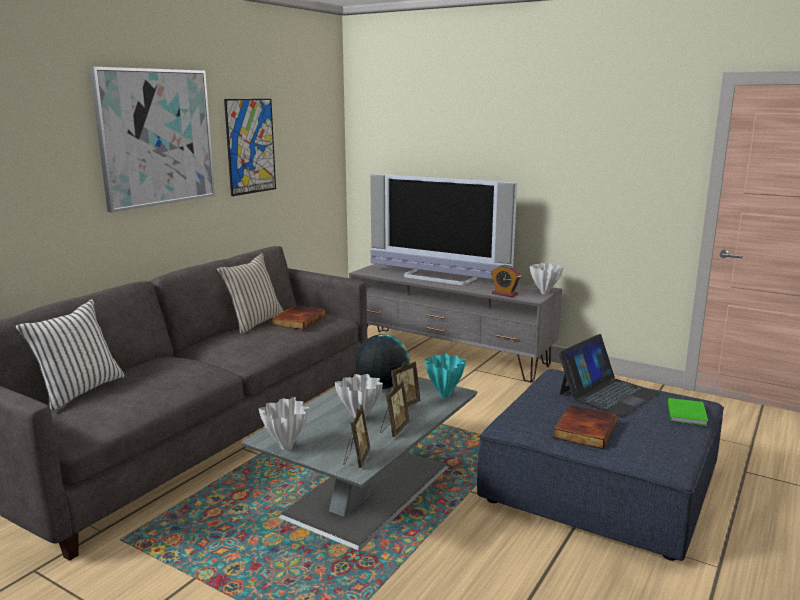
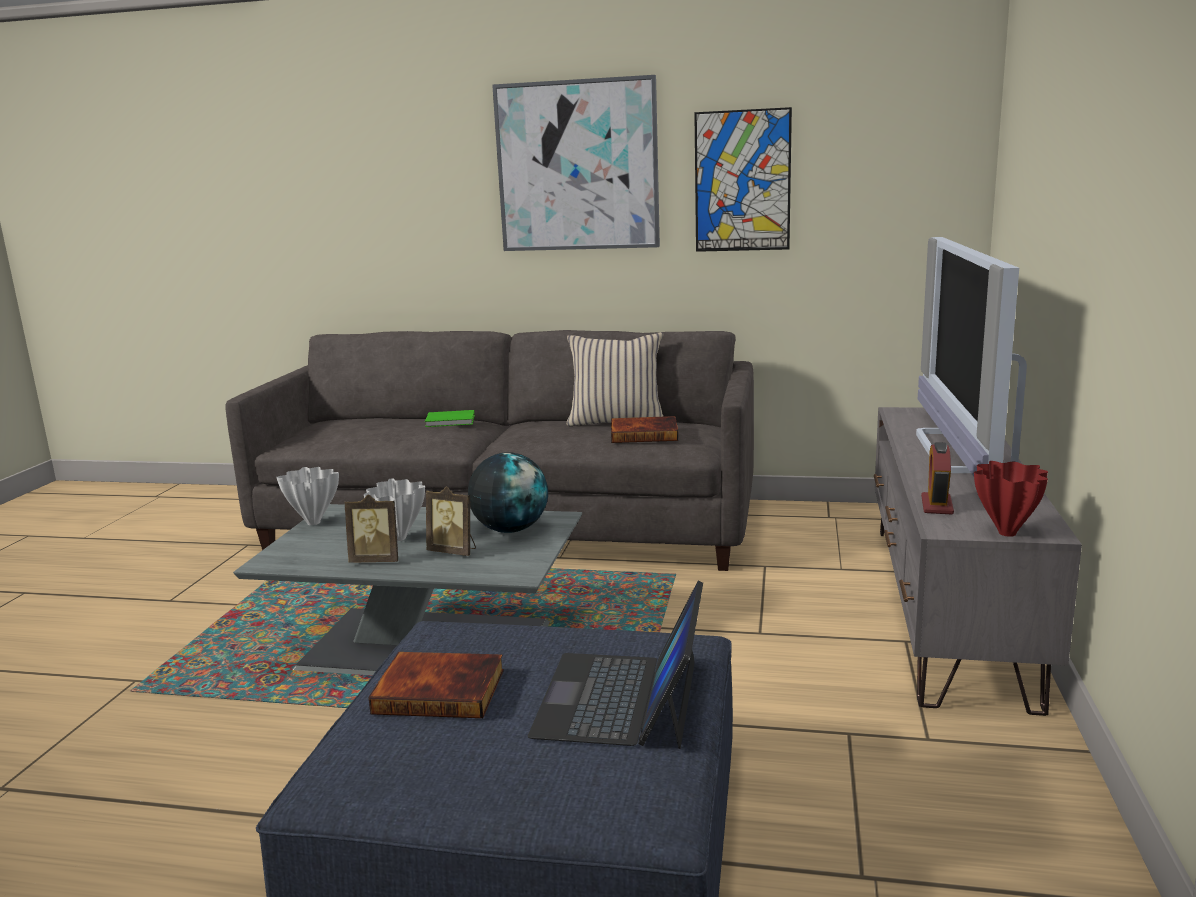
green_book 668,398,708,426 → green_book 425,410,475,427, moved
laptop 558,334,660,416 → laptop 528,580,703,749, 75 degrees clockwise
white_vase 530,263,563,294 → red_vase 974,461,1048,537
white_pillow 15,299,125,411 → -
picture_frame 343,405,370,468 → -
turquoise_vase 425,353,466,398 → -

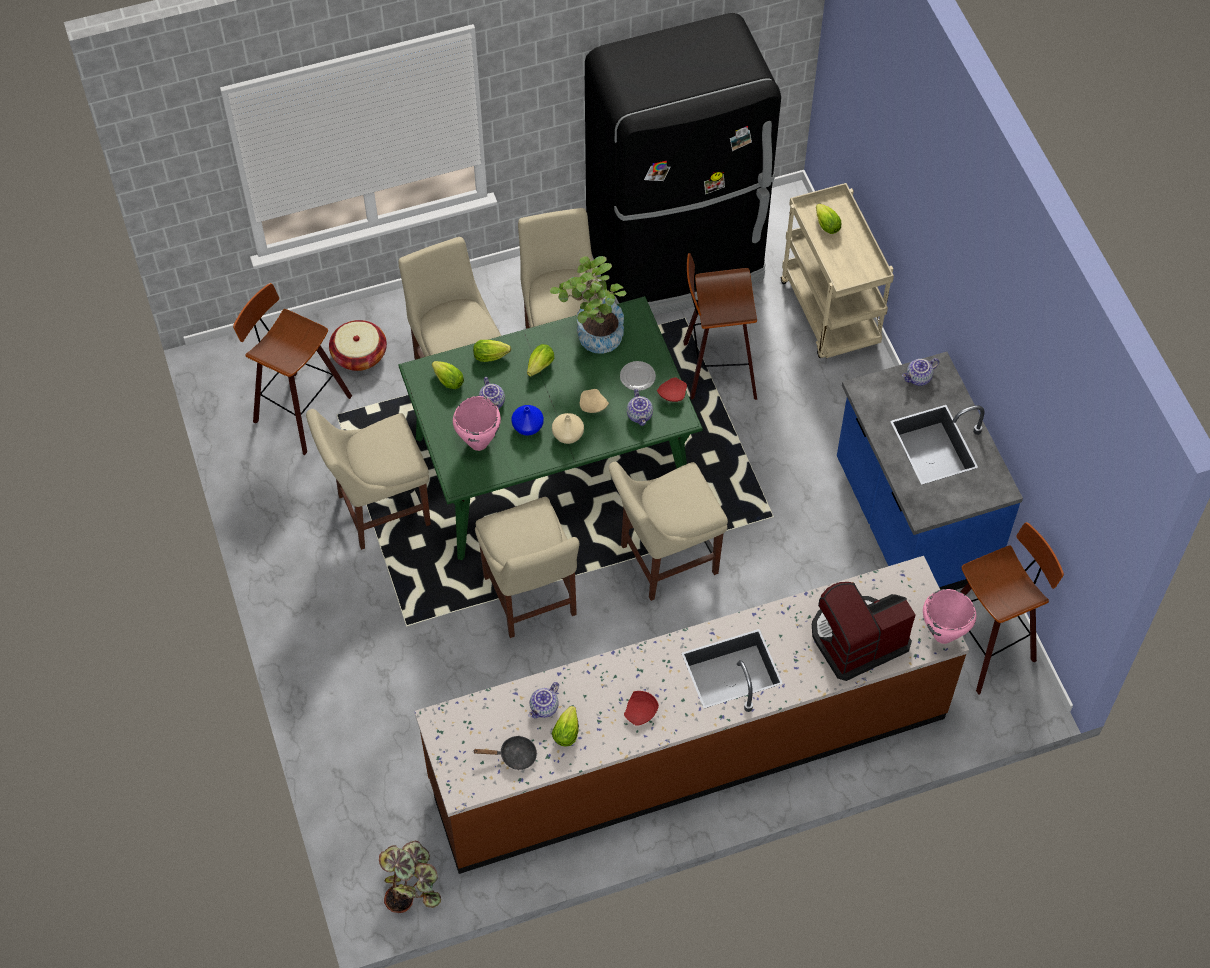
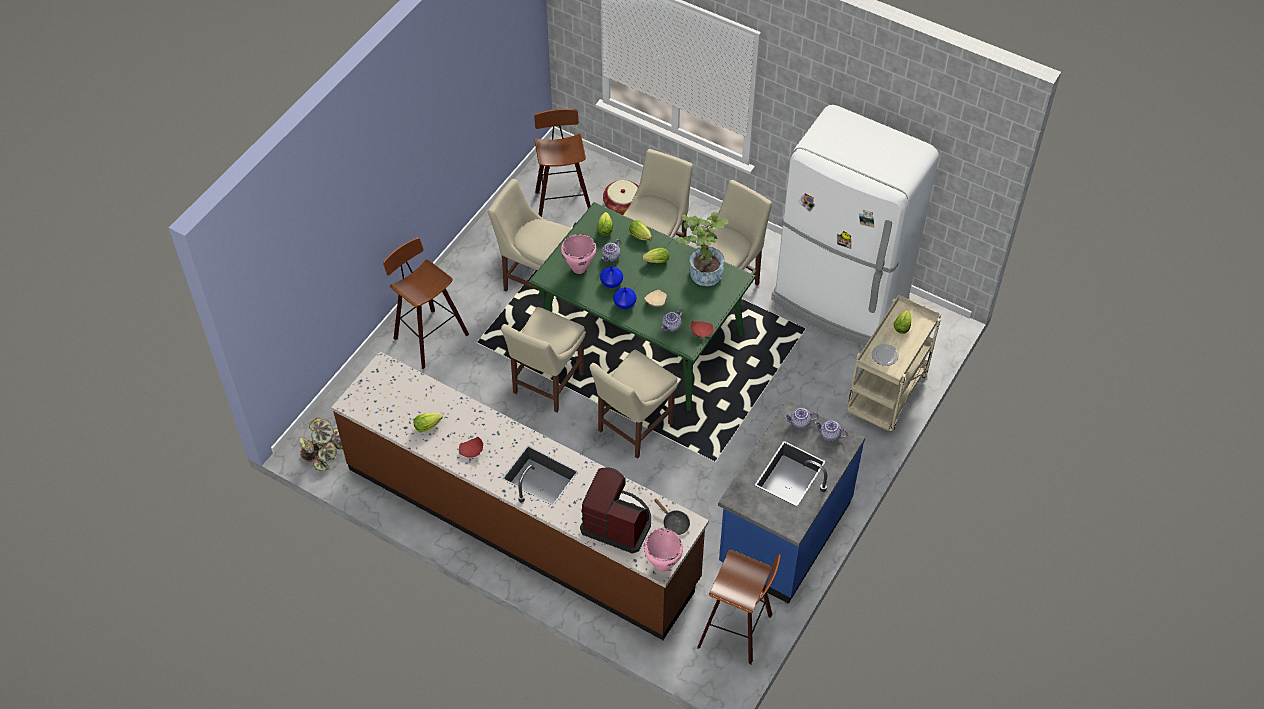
stool 683,253,757,400 → stool 383,238,469,369, moved
beige_chair 609,462,728,601 → beige_chair 589,350,678,459, 75 degrees counterclockwise
beige_vase 552,413,584,444 → blue_vase 613,287,637,309
black_frying_pan 474,735,537,770 → black_frying_pan 654,499,690,535, moved
black_fridge 585,13,781,315 → white_fridge 771,105,939,345
teapot 528,682,559,718 → teapot 784,408,818,429, moved
plate 620,361,656,391 → plate 872,344,899,366, moved

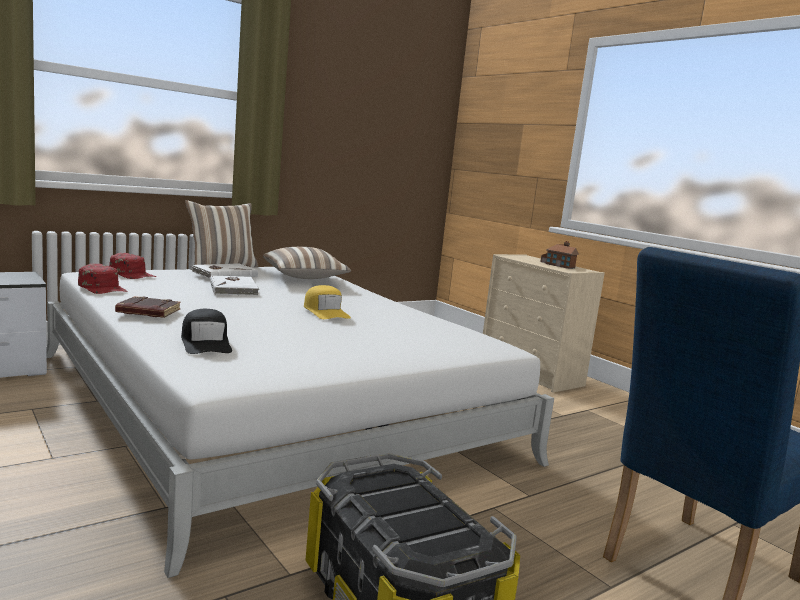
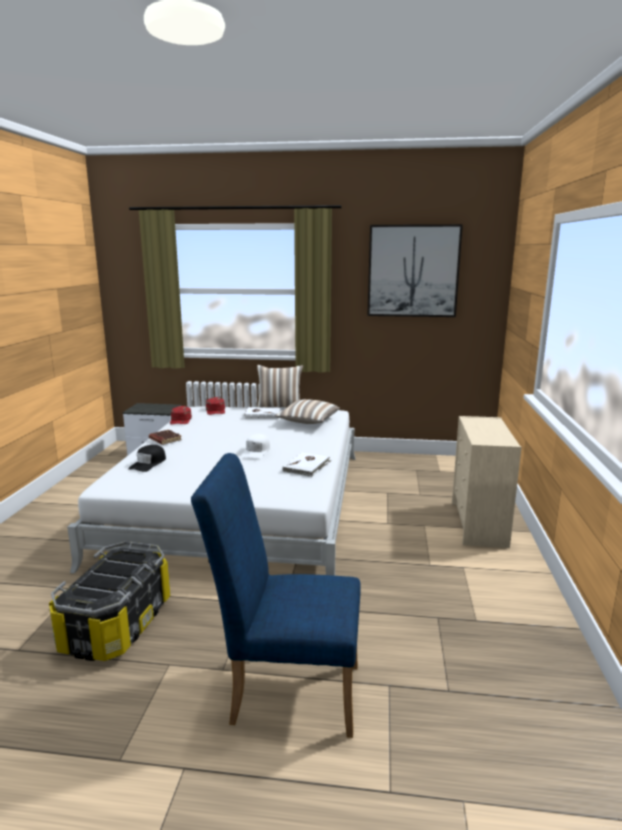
yellow_cap 304,285,351,319 → white_cap 241,434,270,459
white_book 210,275,259,296 → white_book 282,452,332,477, moved
- → picture 367,224,463,317
toy_house 540,241,579,269 → -

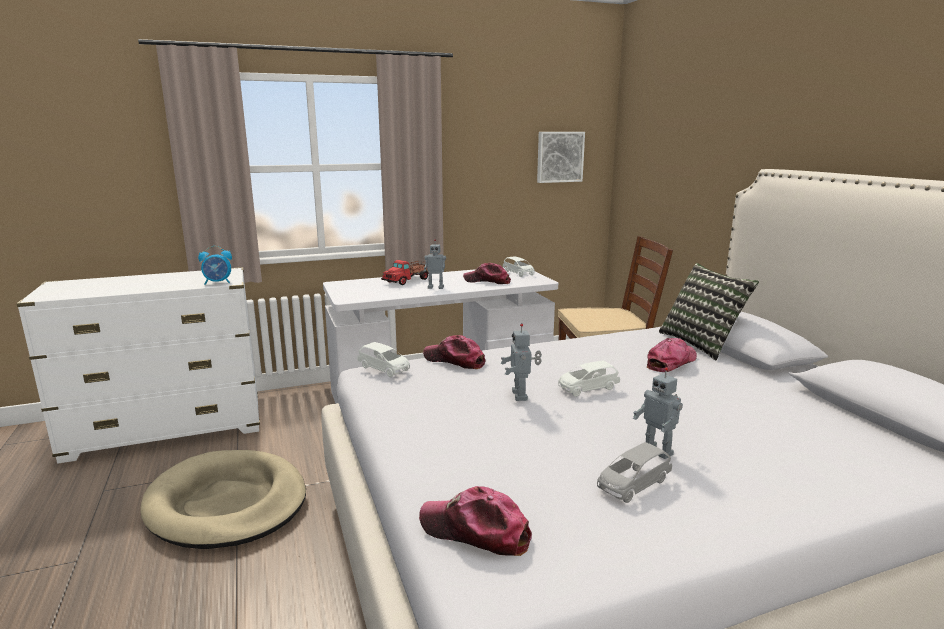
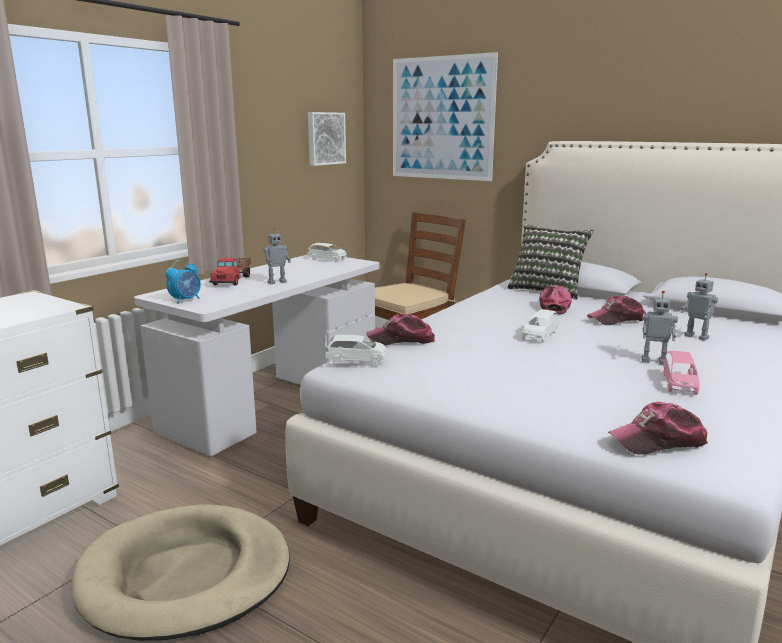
alarm_clock 198,246,232,285 → alarm_clock 165,260,201,304, moved
- → picture 393,52,498,181
cap 463,263,511,284 → cap 587,296,646,325, moved
grey_toy_car 597,442,672,503 → pink_toy_car 663,351,700,395
toy_robot 501,324,542,401 → toy_robot 680,273,718,341, moved

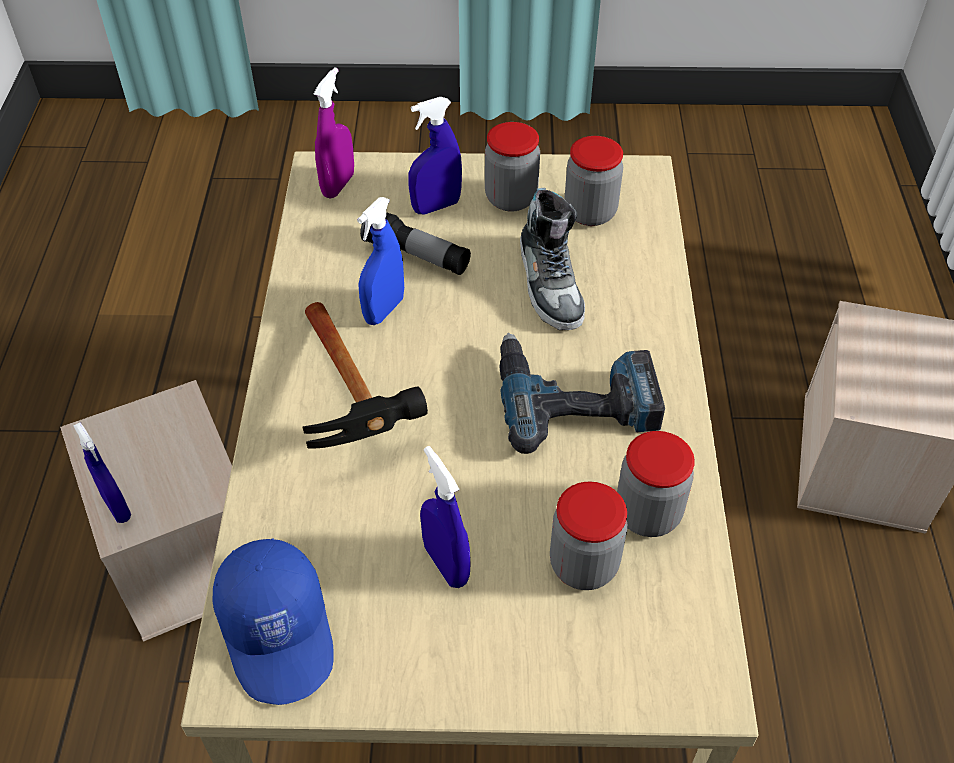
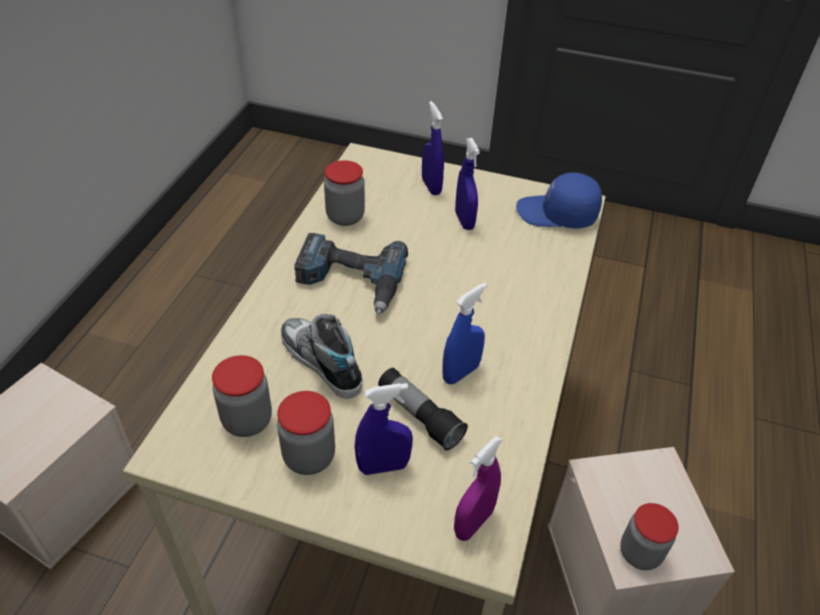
shoe 520,188,585,330 → shoe 281,314,363,399, 45 degrees counterclockwise
blue_spray_bottle 73,423,131,523 → blue_spray_bottle 422,101,444,195, moved
blue_cap 213,539,334,705 → blue_cap 516,173,602,228, 75 degrees counterclockwise
jar 550,481,627,590 → jar 620,503,679,570, moved
hammer 303,302,428,449 → -

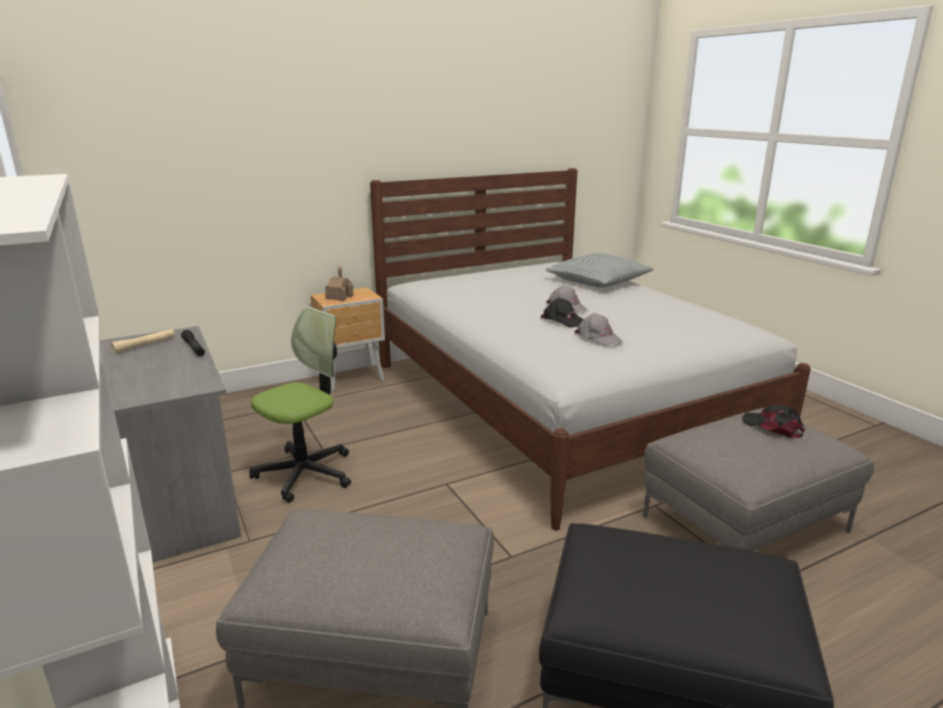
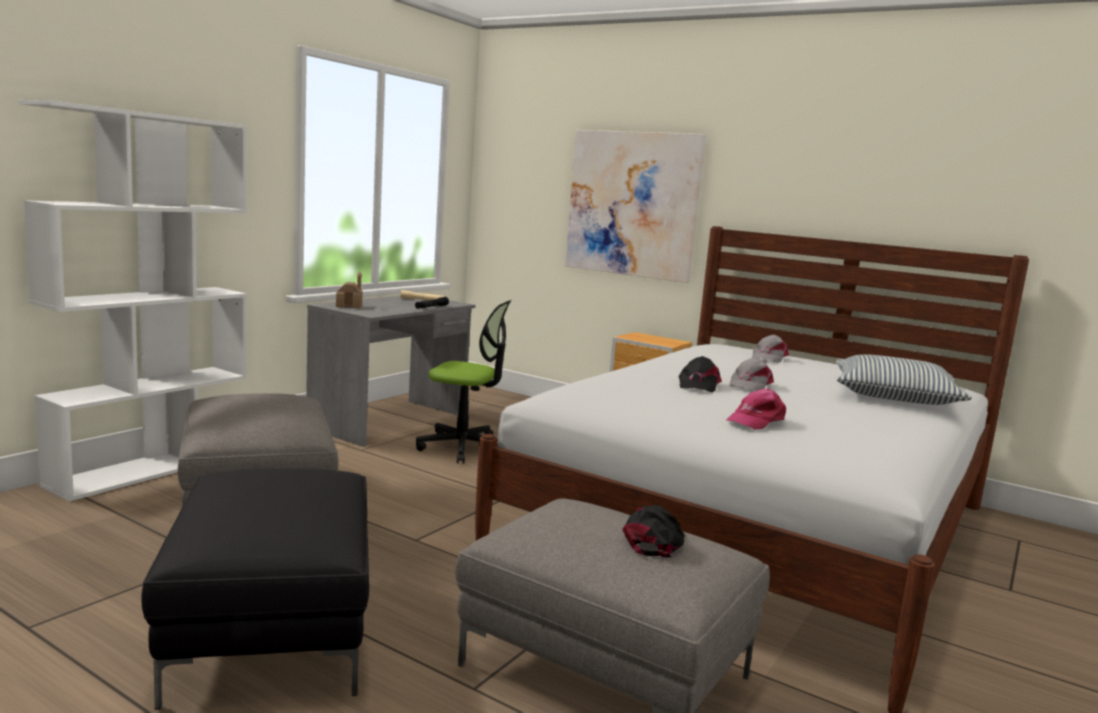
toy_house 325,266,354,301 → toy_house 336,271,363,308, moved
- → picture 565,130,706,283
- → pink_cap 726,388,786,430
grey_cap 575,313,623,346 → grey_cap 752,335,789,363, moved

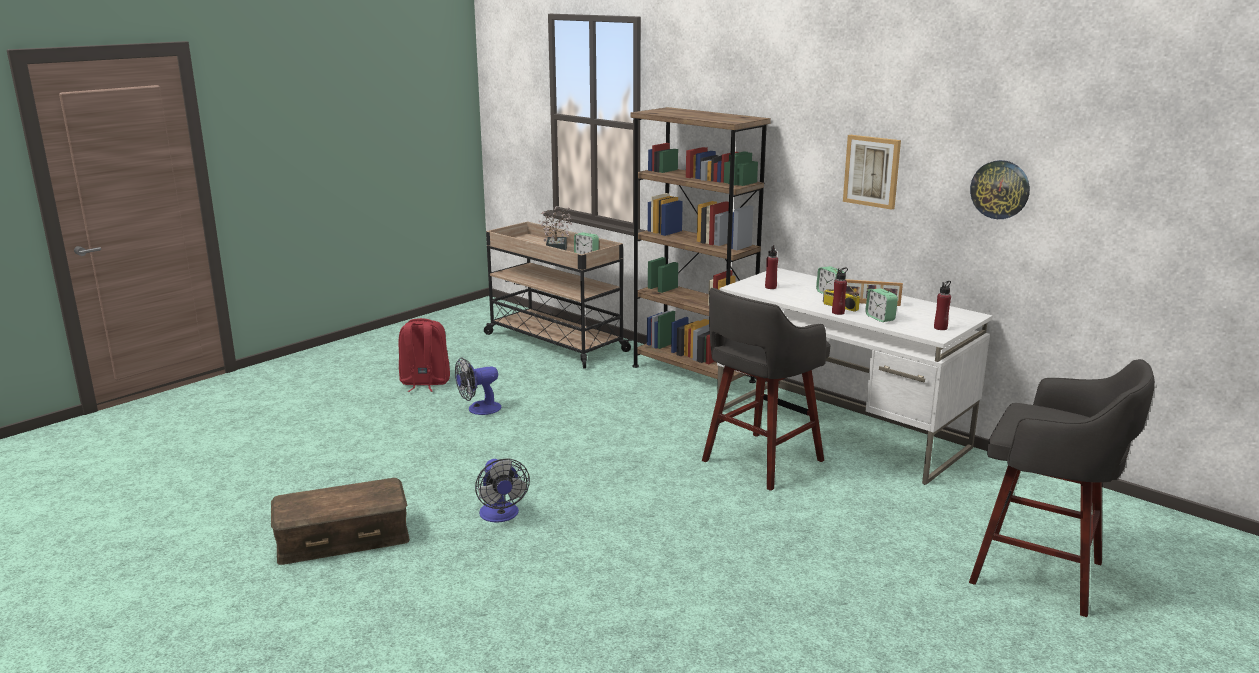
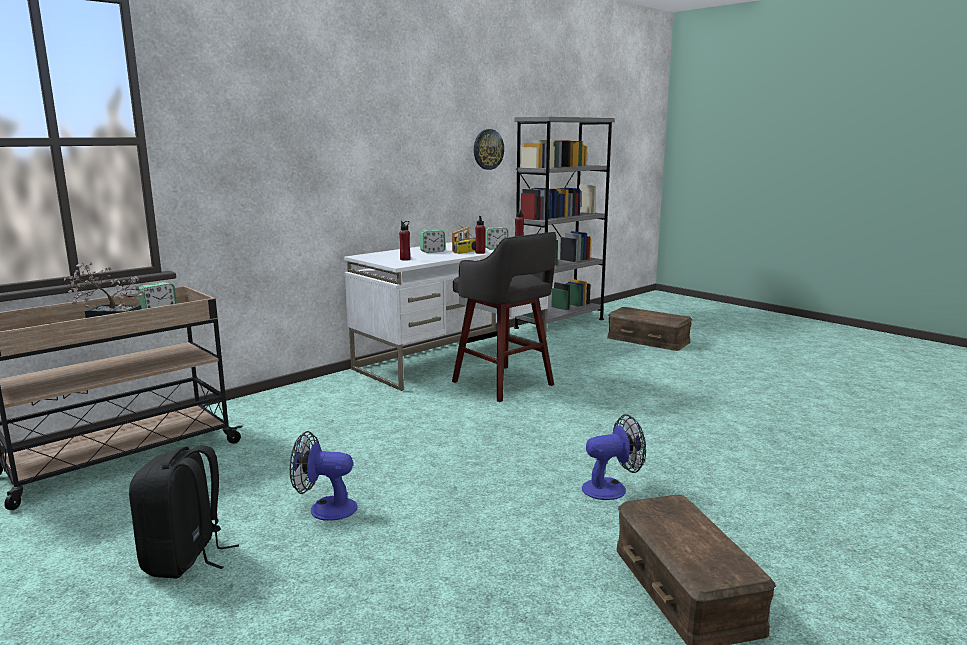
red_backpack 399,318,450,392 → black_backpack 129,445,239,579
fan 455,357,501,415 → fan 290,431,357,521, 120 degrees clockwise
- → grey_bookcase 514,117,615,336
grey_stool 969,359,1155,617 → brown_storage_box 607,307,692,351
brown_bookcase 631,107,771,383 → -
picture 843,135,901,210 → -

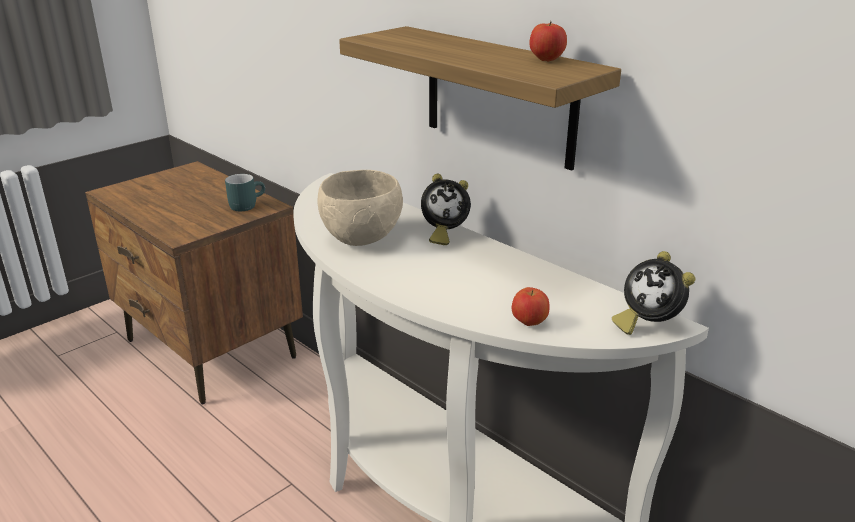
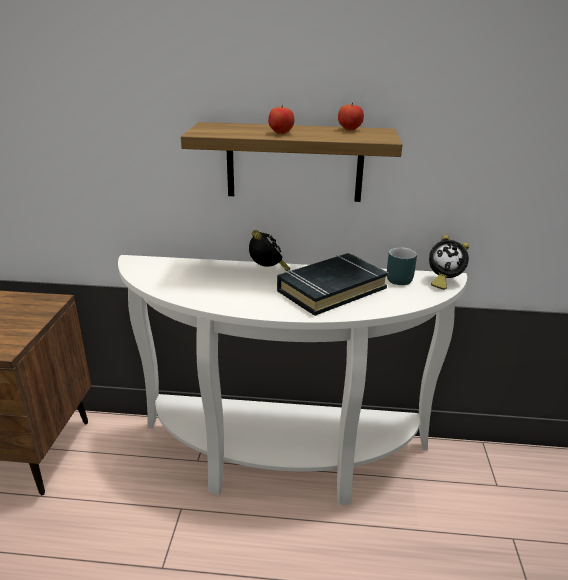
alarm_clock 421,174,471,245 → alarm_clock 249,230,291,272, 60 degrees counterclockwise
apple 512,287,550,326 → apple 268,105,294,134, moved
- → black_book 277,253,389,316
turquoise_mug 225,174,265,211 → turquoise_mug 387,247,417,285, moved
beige_bowl 318,170,403,246 → -

